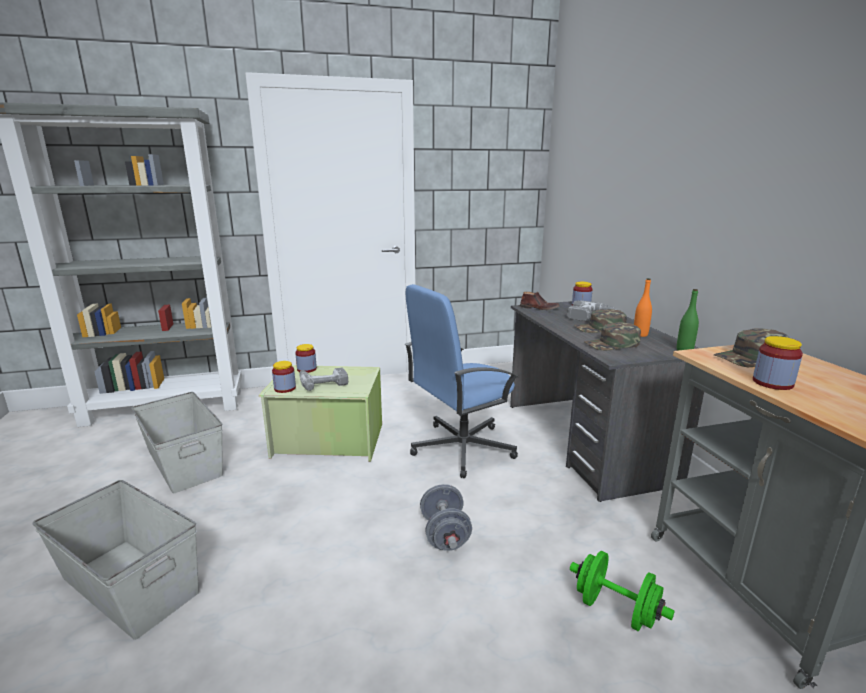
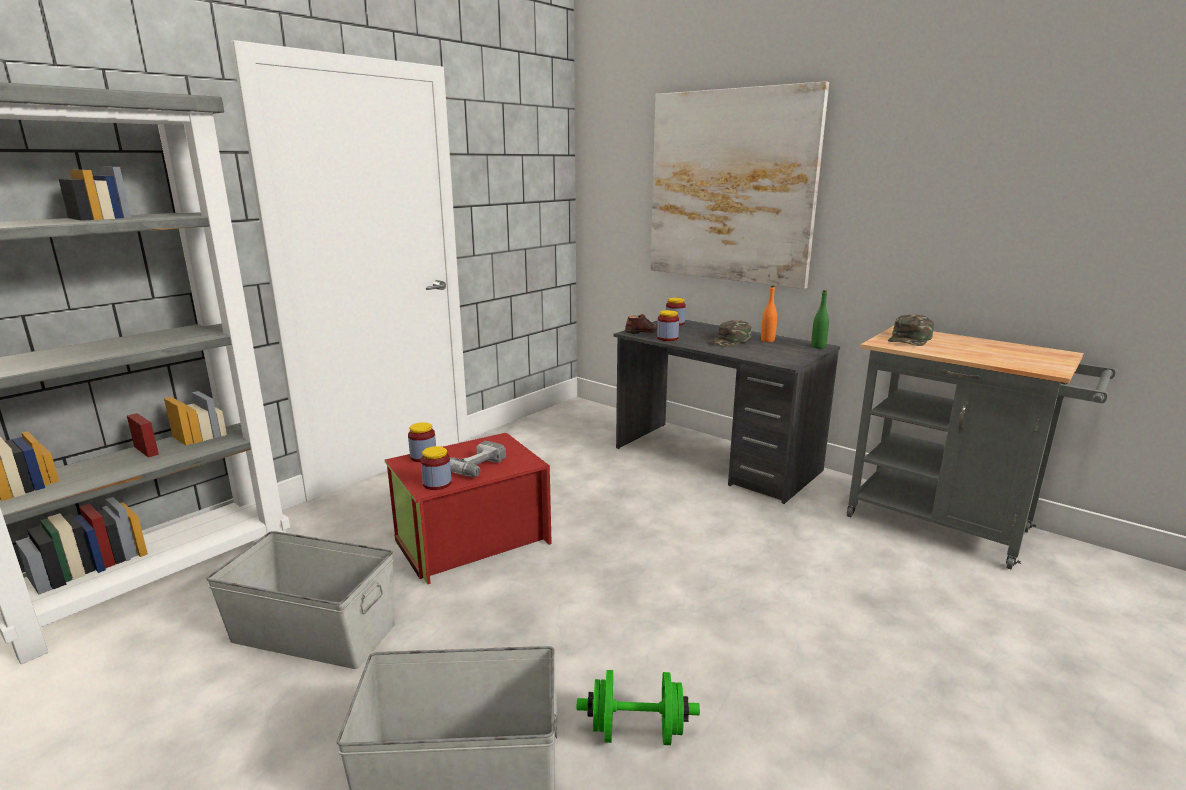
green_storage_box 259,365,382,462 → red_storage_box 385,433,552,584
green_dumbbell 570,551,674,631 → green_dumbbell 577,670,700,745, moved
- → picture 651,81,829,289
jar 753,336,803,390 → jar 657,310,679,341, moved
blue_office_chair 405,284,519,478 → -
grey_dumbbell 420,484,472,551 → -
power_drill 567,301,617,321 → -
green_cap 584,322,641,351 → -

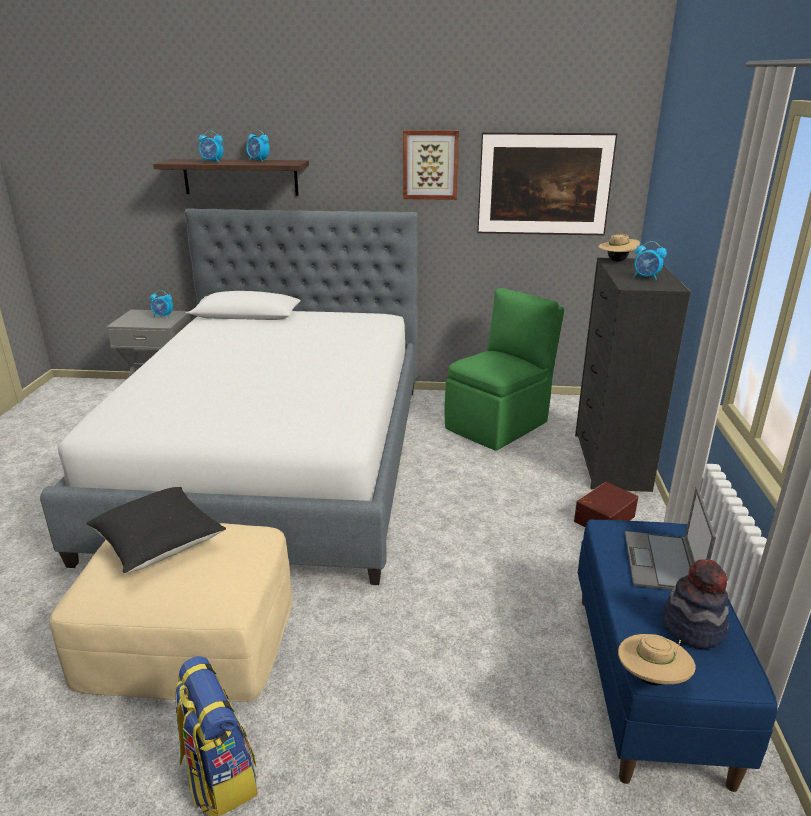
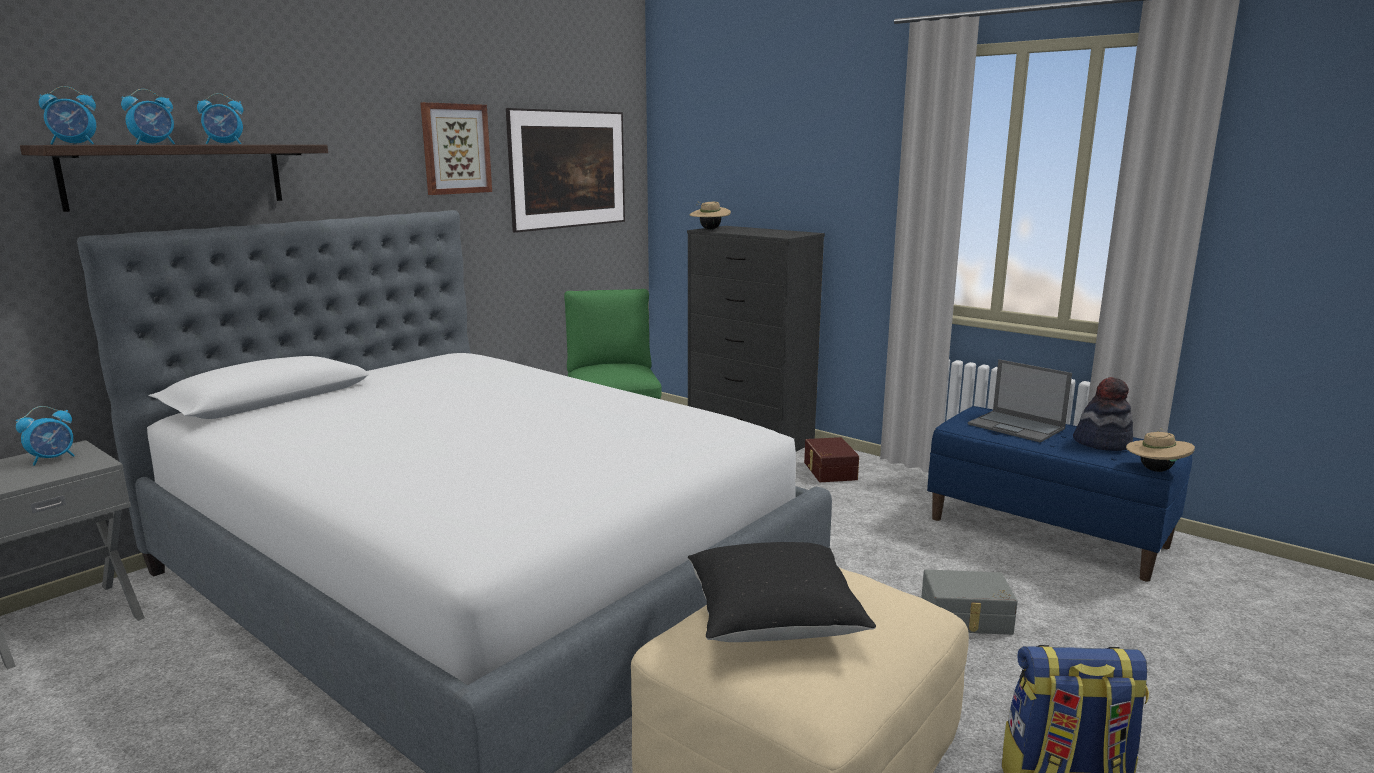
alarm_clock 634,241,667,280 → alarm_clock 39,86,96,145, moved
- → grey_storage_box 921,569,1018,635

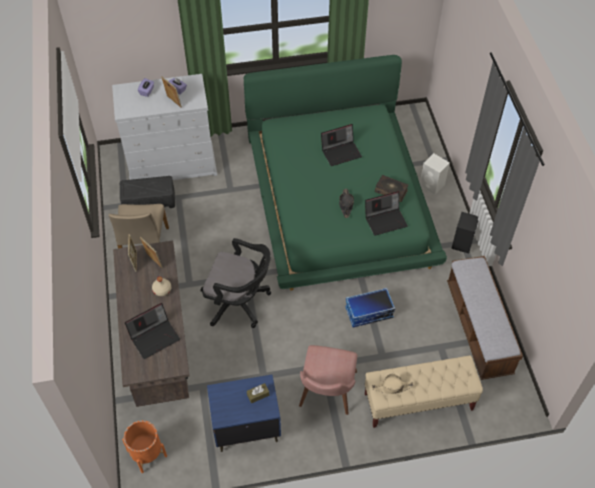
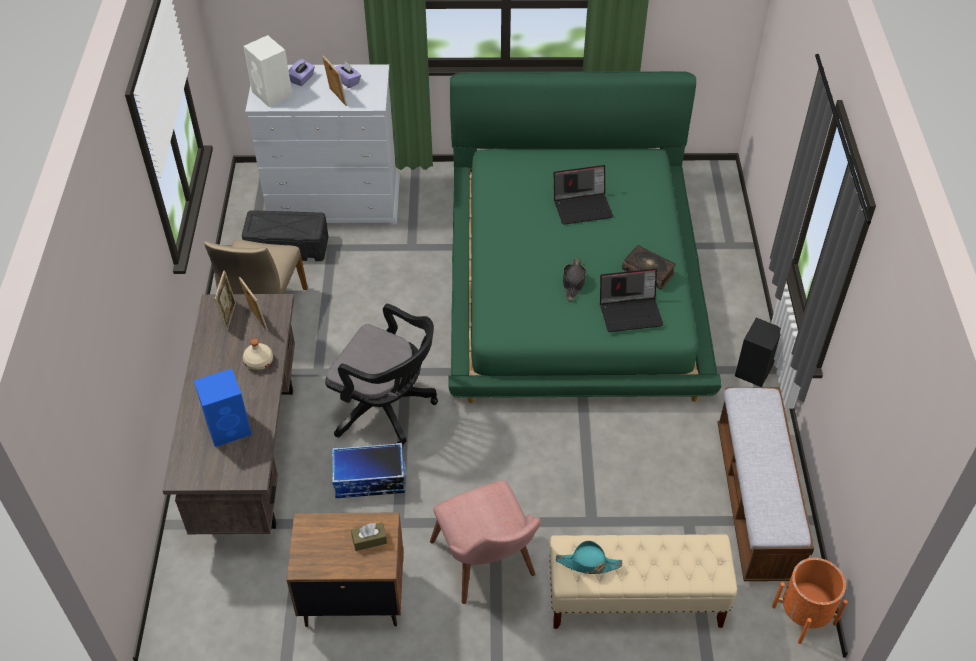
laptop 125,303,180,359 → blue_speaker 194,369,252,447
white_speaker 420,153,450,195 → white_speaker 244,35,292,107, moved
blue_nightstand 207,374,281,452 → brown_nightstand 286,513,403,627
storage_box 345,288,395,327 → storage_box 332,443,406,498, moved
pink_chair 299,345,357,415 → pink_chair 430,480,541,604, 45 degrees counterclockwise
beige_hat 372,374,413,394 → turquoise_hat 556,541,622,574
orange_planter 122,420,167,473 → orange_planter 772,558,848,644, moved

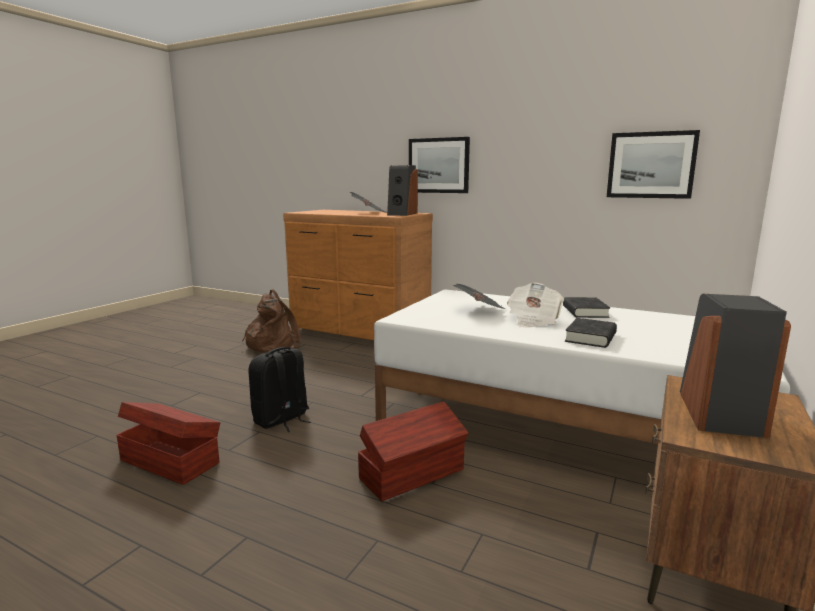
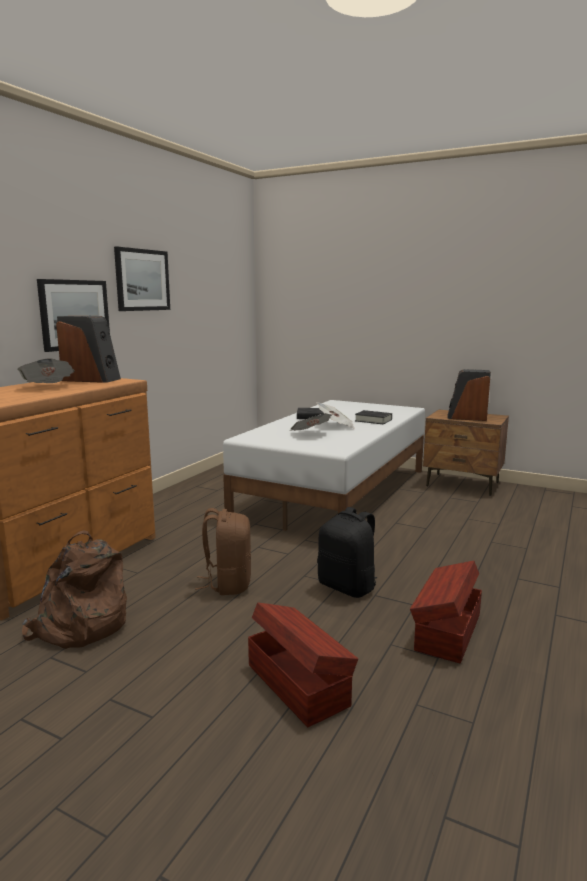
picture 607,130,700,199 → picture 114,247,170,311, moved
- → brown_backpack 195,508,251,595
brown_storage_box 358,401,469,501 → brown_storage_box 248,603,358,727, moved

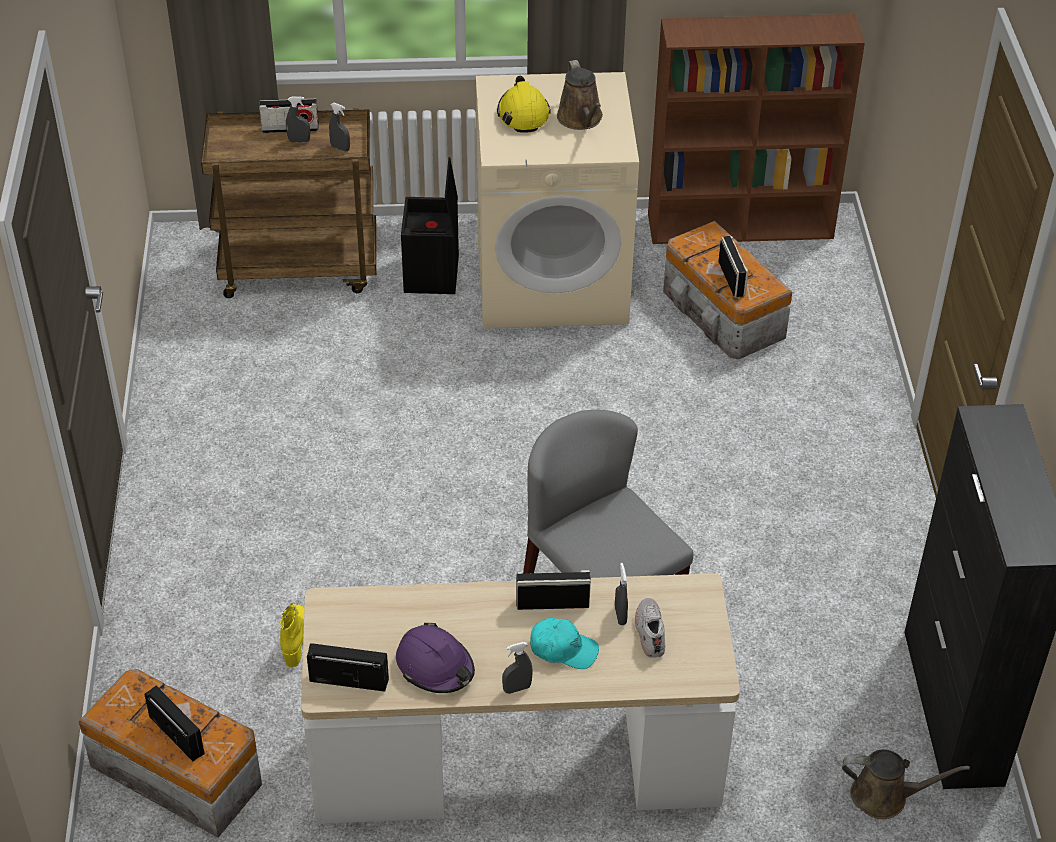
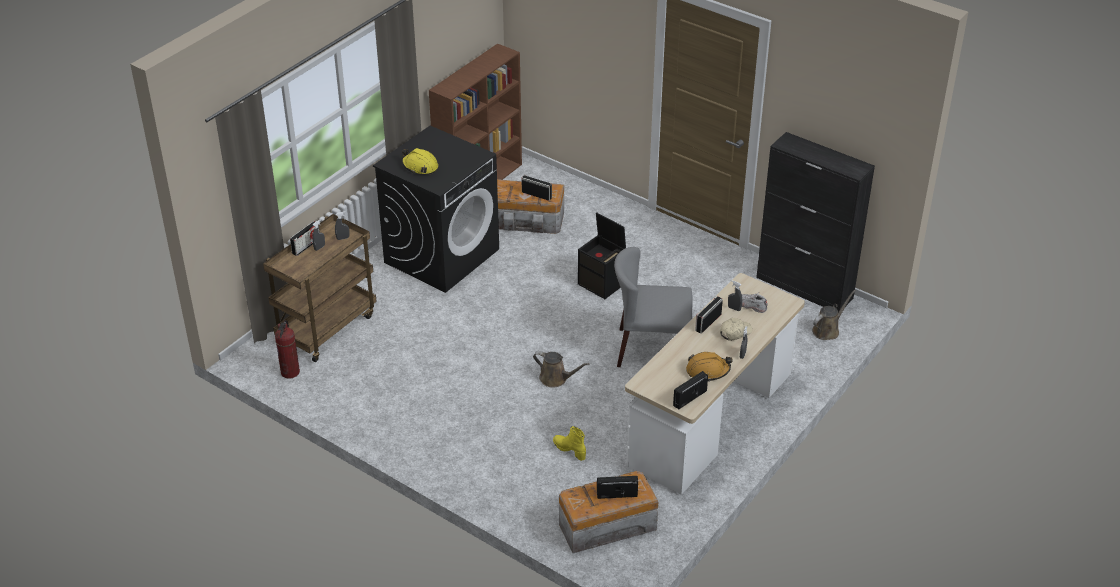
- → fire_extinguisher 275,320,300,379
beige_washing_machine 476,72,639,329 → black_washing_machine 373,126,499,293
brown_watering_can 557,60,603,130 → brown_watering_can 533,351,590,388, moved
black_storage_box 401,157,459,294 → black_storage_box 578,212,626,299, moved
purple_hard_hat 396,623,475,693 → orange_hard_hat 686,352,732,382
turquoise_cap 530,618,599,669 → beige_cap 720,318,752,341

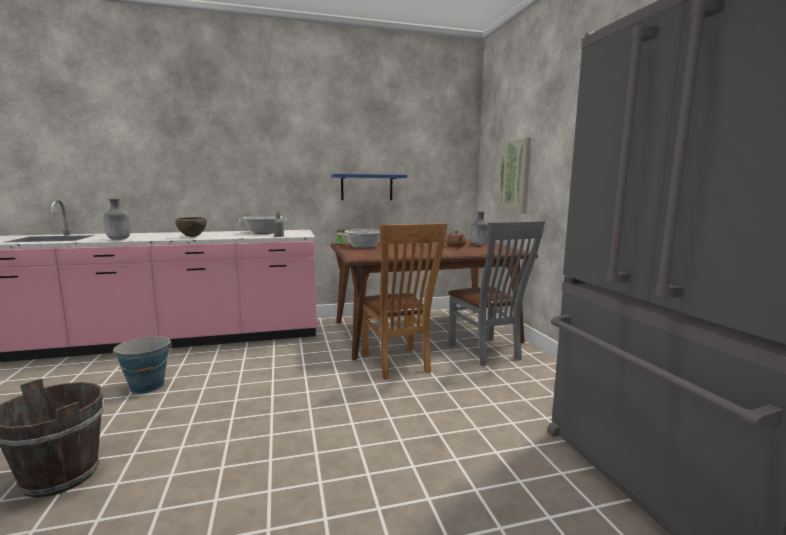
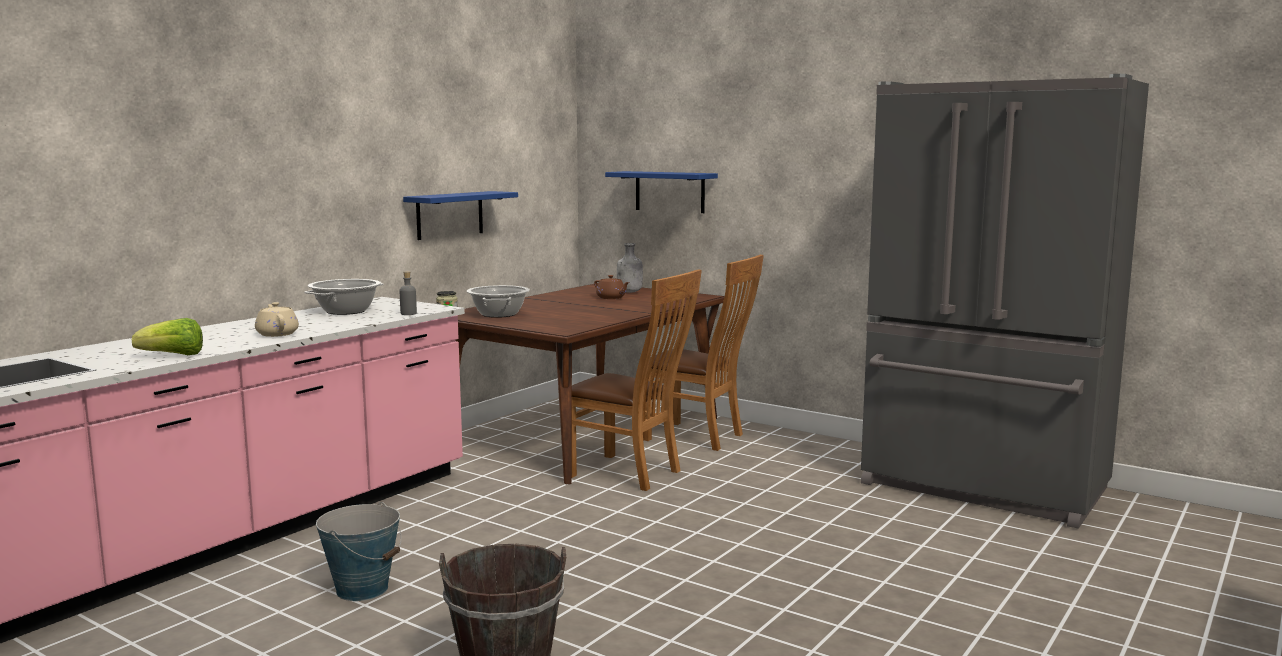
grey_bottle 104,199,131,240 → lettuce 132,318,203,355
brown_bowl 175,217,207,237 → beige_teapot 255,302,299,337
picture 497,137,531,214 → blue_shelf 605,171,718,213
grey_chair 448,221,545,366 → brown_chair 643,255,764,451

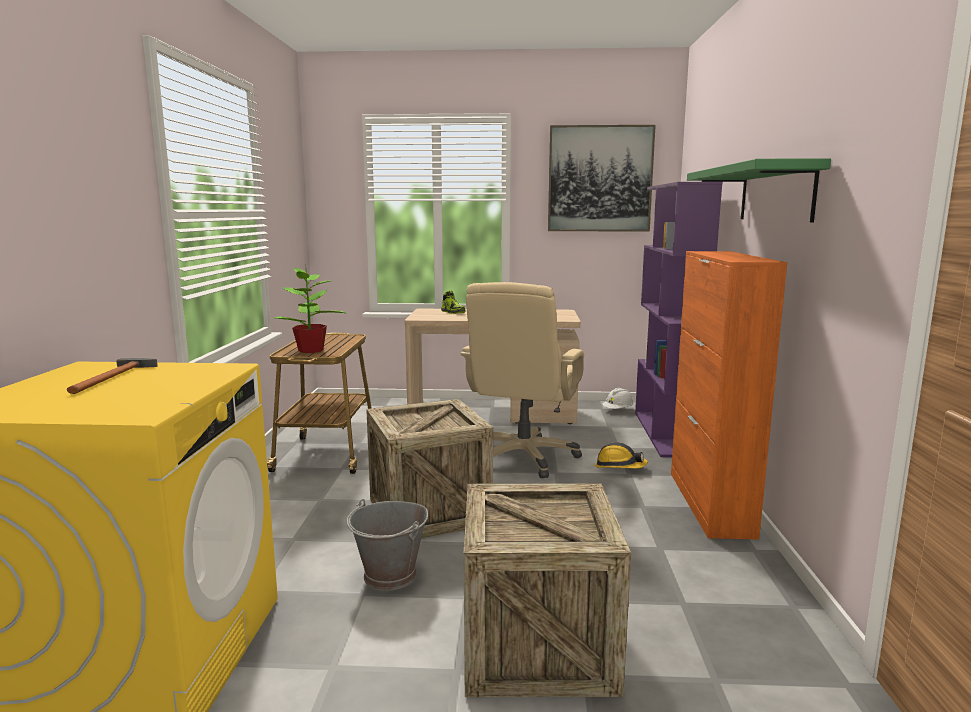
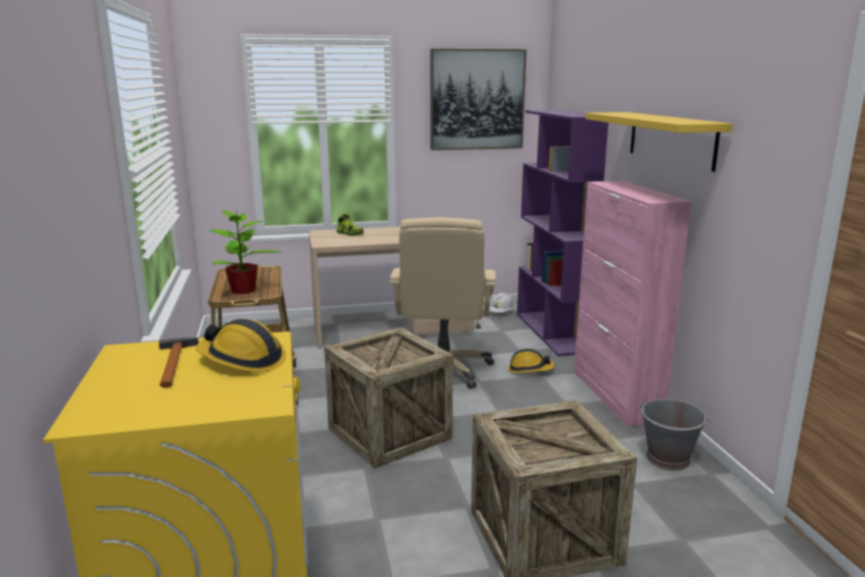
- → hard_hat 196,319,286,372
orange_cabinet 671,251,787,540 → pink_cabinet 574,181,691,426
green_shelf 687,158,831,222 → yellow_shelf 585,112,733,172
grey_bucket 347,499,428,591 → grey_bucket 638,399,711,471, moved

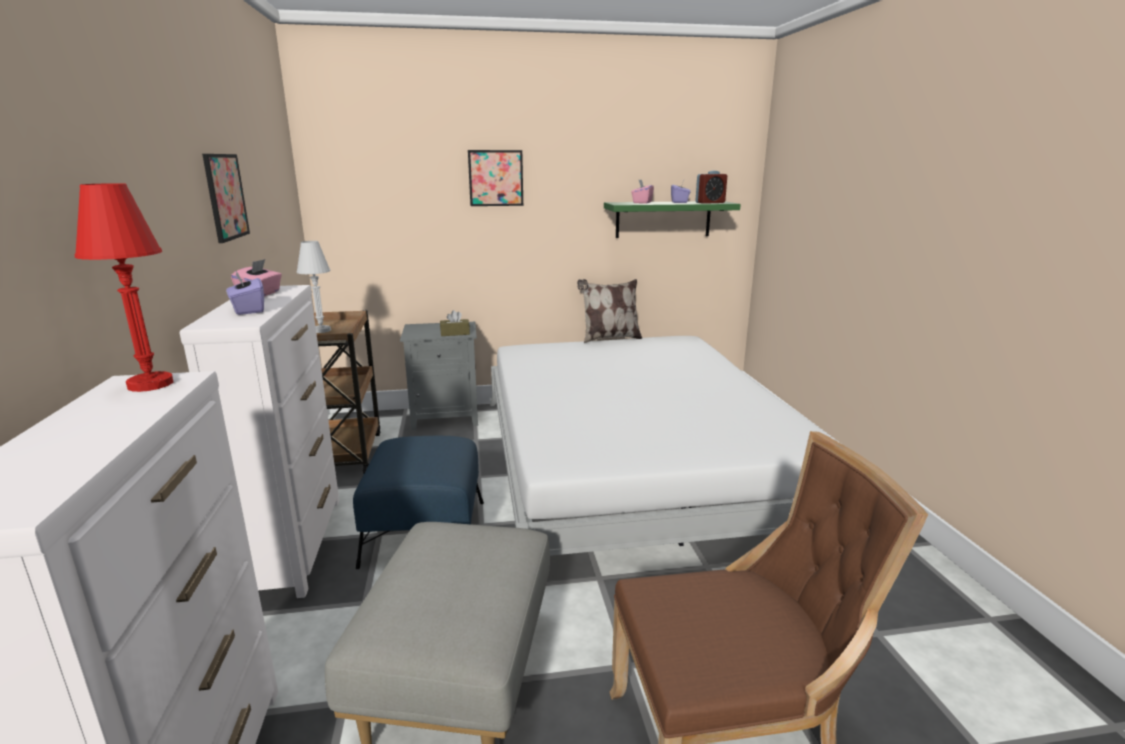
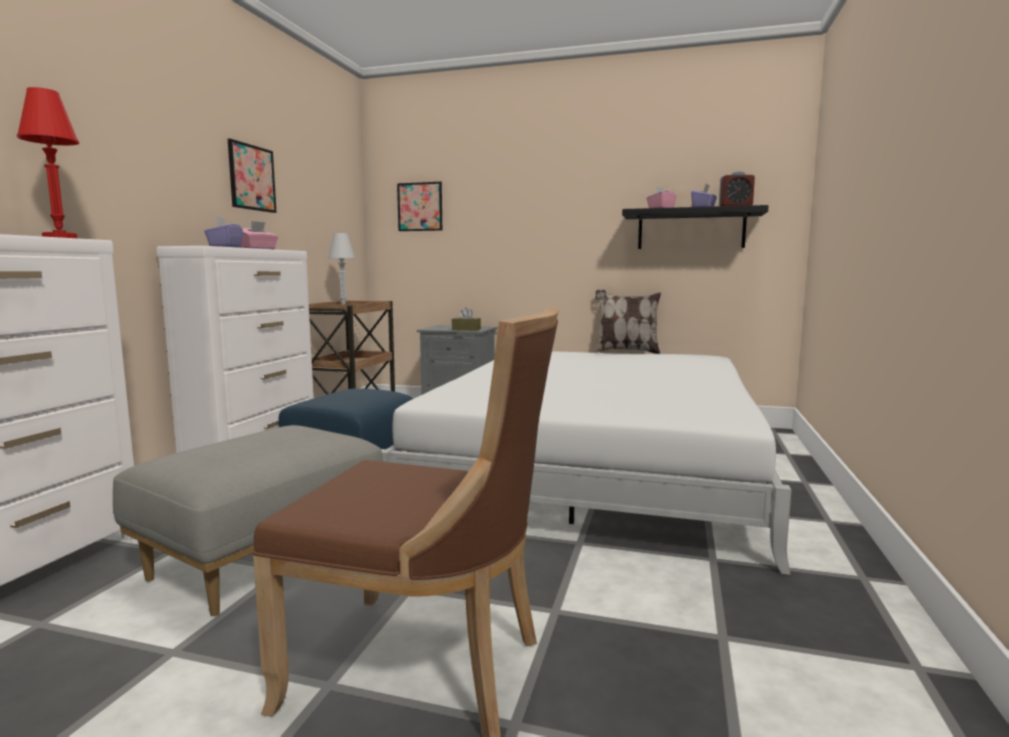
picture 468,150,523,206 → picture 397,182,442,231, moved
green_shelf 604,201,741,238 → black_shelf 622,205,769,249

